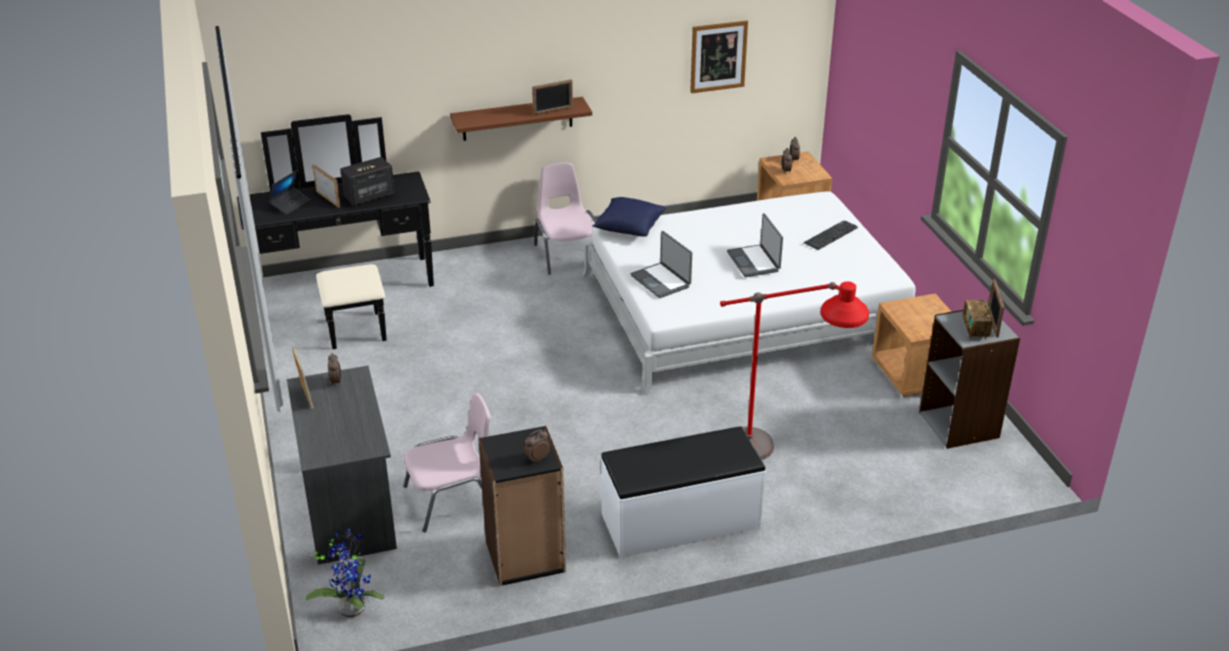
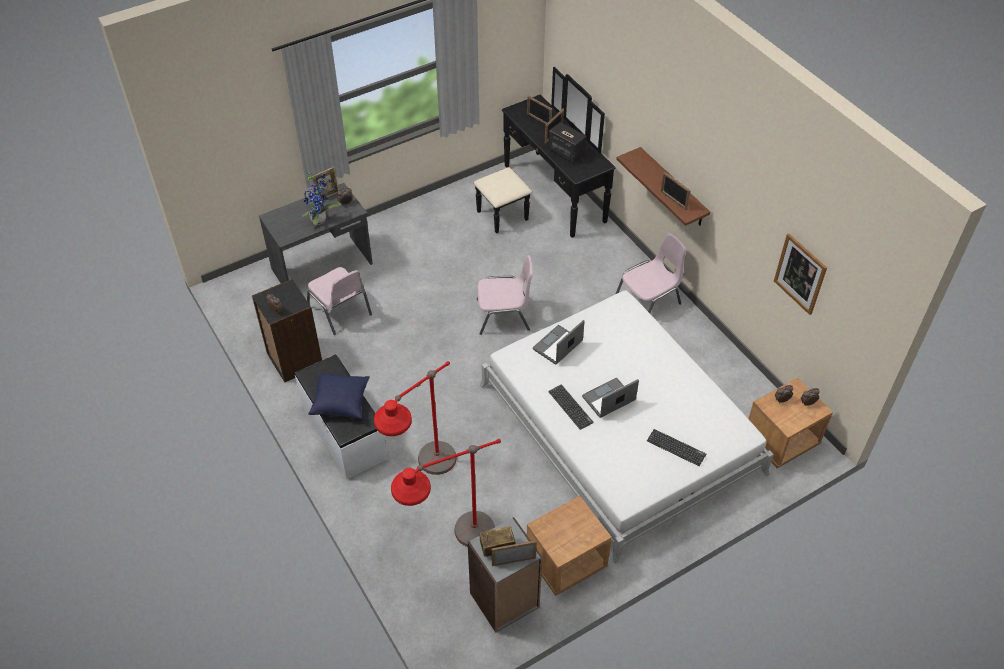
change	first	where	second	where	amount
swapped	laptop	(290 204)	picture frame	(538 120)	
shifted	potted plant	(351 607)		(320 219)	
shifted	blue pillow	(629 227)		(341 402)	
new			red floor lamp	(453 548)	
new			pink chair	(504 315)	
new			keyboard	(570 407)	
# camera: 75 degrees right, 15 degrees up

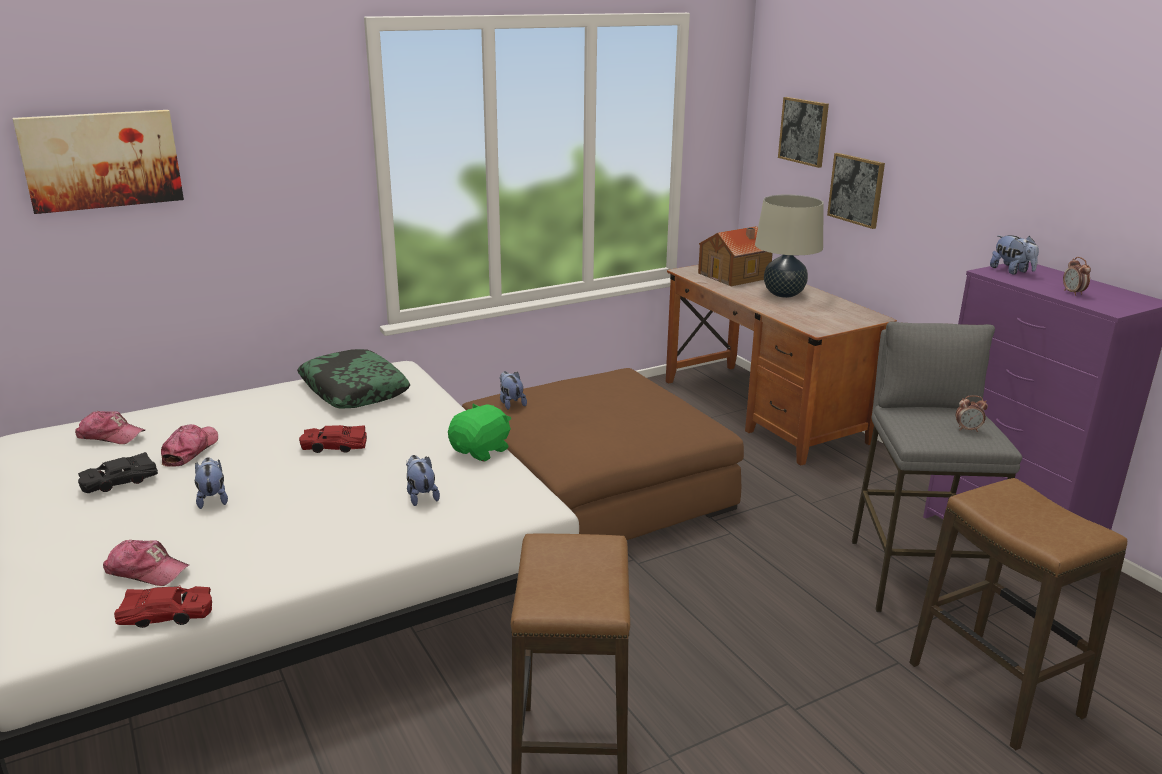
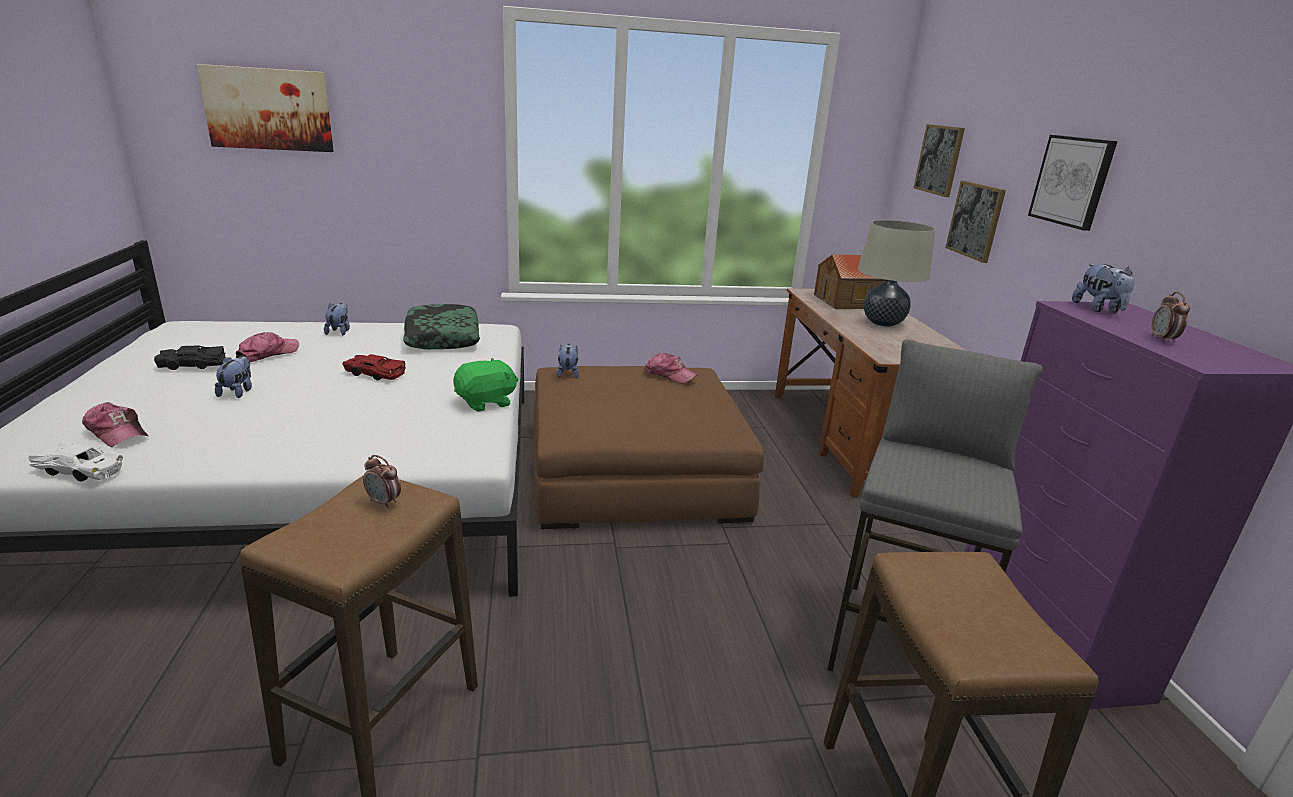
change	first	where	second	where	amount
shifted	cap	(110 436)		(669 375)	
repainted	red toy car	(166 615)	white toy car	(81 470)	
shifted	plush toy	(421 496)		(339 332)	
shifted	alarm clock	(968 429)		(384 502)	
new			picture	(1072 181)	
# camera: 20 degrees right, 0 degrees up

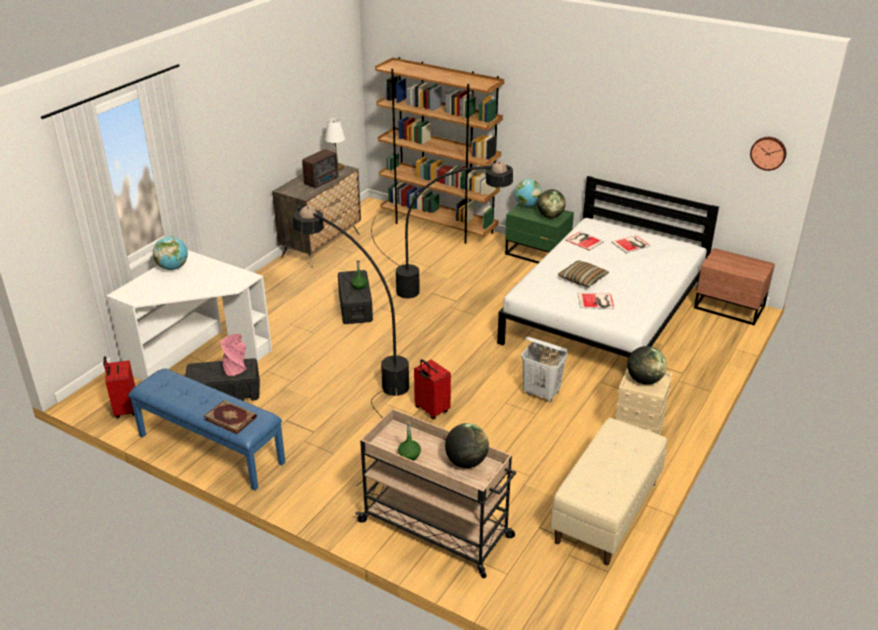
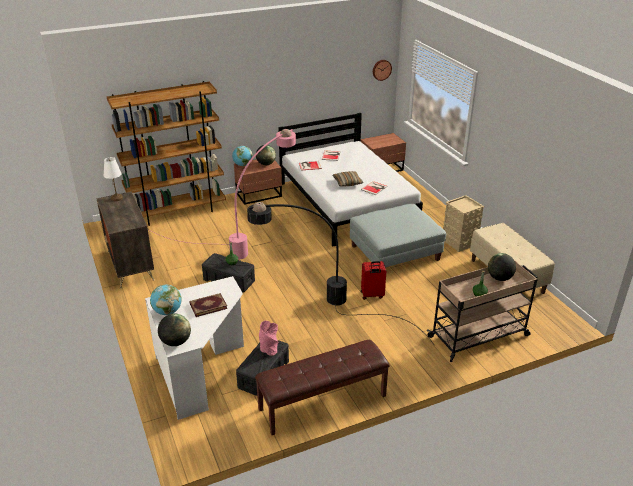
change	first	where	second	where	amount
gone	red suitcase	(125 410)			
repainted	blue bench	(210 449)	brown bench	(322 403)	
shifted	book	(231 418)		(208 305)	
gone	radio	(322 181)			
repainted	black floor lamp	(437 287)	pink floor lamp	(248 242)	
repainted	green nightstand	(537 254)	brown nightstand	(259 195)	
swapped	white laundry basket	(541 393)	grey ottoman	(395 253)	
shifted	globe	(644 380)		(176 342)	
# camera: 55 degrees left, 0 degrees up

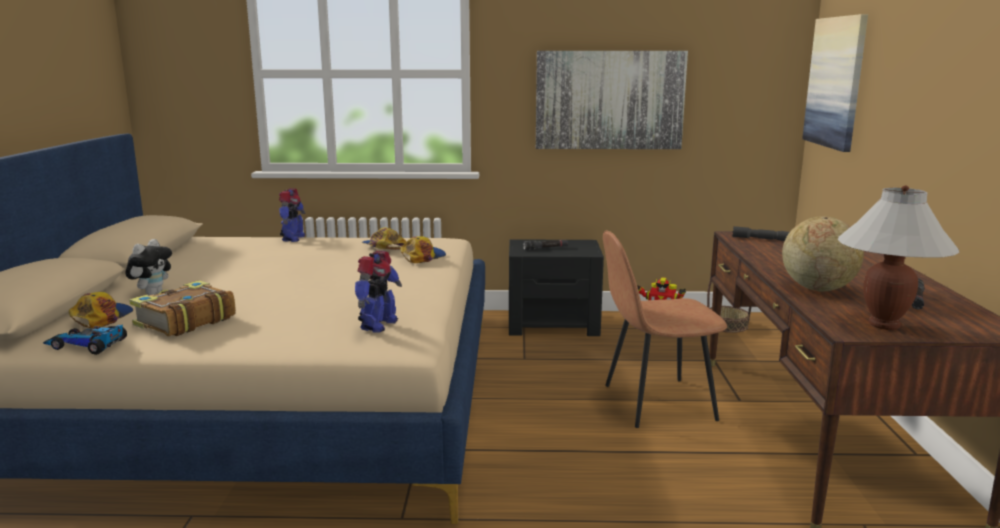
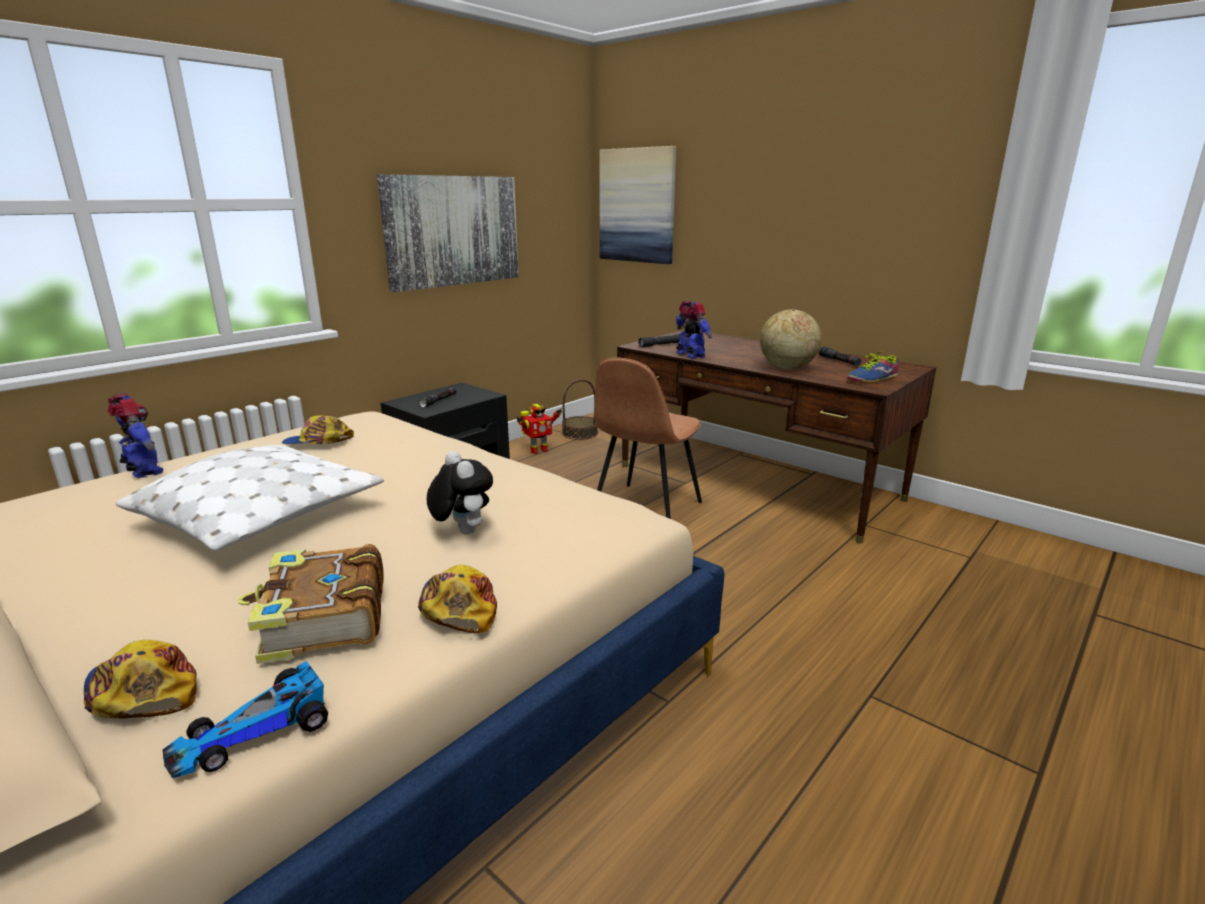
change	first	where	second	where	amount
shifted	plush toy	(153 293)		(462 531)	
shifted	toy robot	(378 325)		(690 355)	
shifted	cap	(422 257)		(459 606)	
swapped	white table lamp	(884 325)	shoe	(872 379)	
new			white pillow	(262 517)	
# camera: 50 degrees left, 5 degrees up

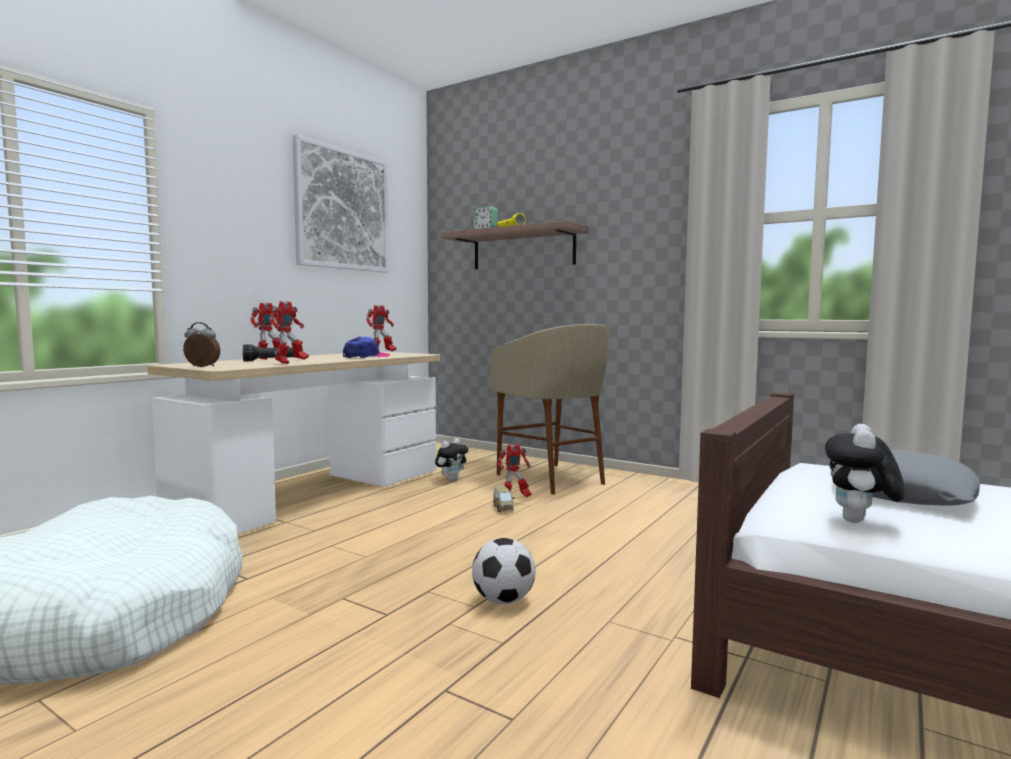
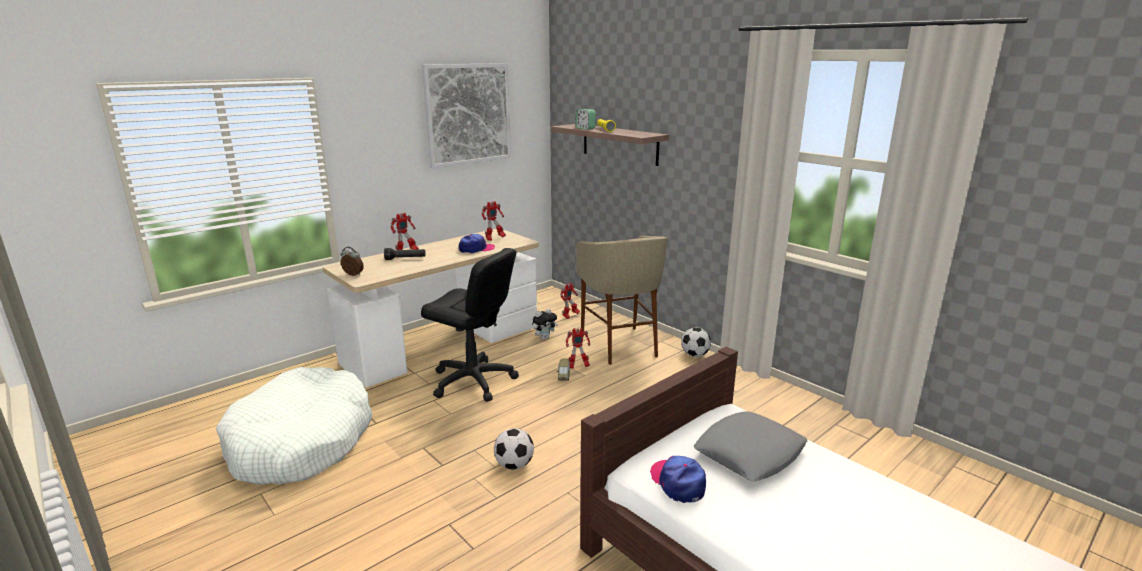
change	first	where	second	where	amount
shifted	toy robot	(289 363)		(570 316)	
swapped	plush toy	(859 522)	cap	(678 482)	
new			black office chair	(473 381)	
new			football	(694 355)	
# camera: 15 degrees right, 15 degrees up

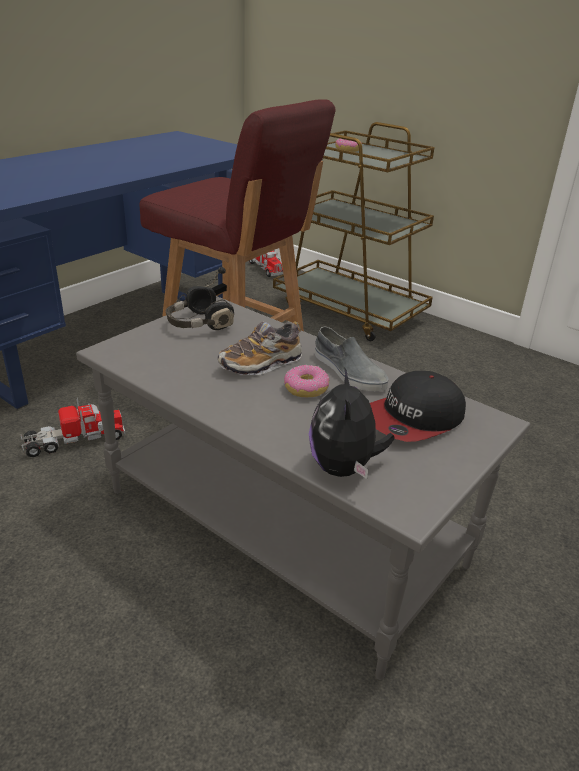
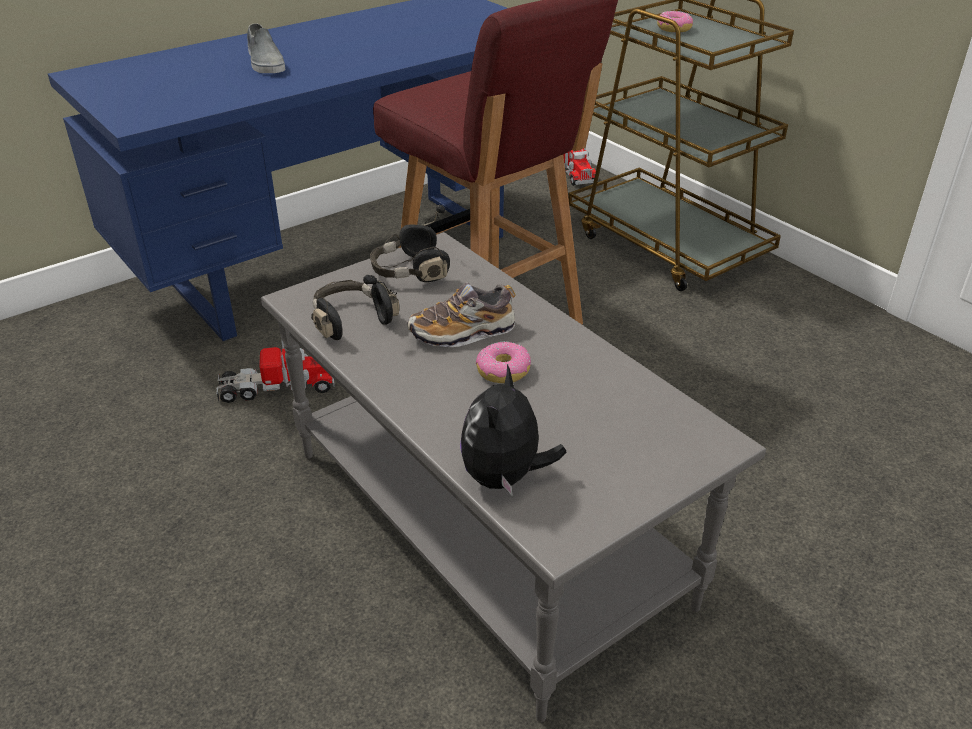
change	first	where	second	where	amount
shifted	grey shoe	(348 371)		(265 62)	
gone	cap	(412 419)			
new			black headphones	(351 320)	
# camera: 15 degrees right, 5 degrees up

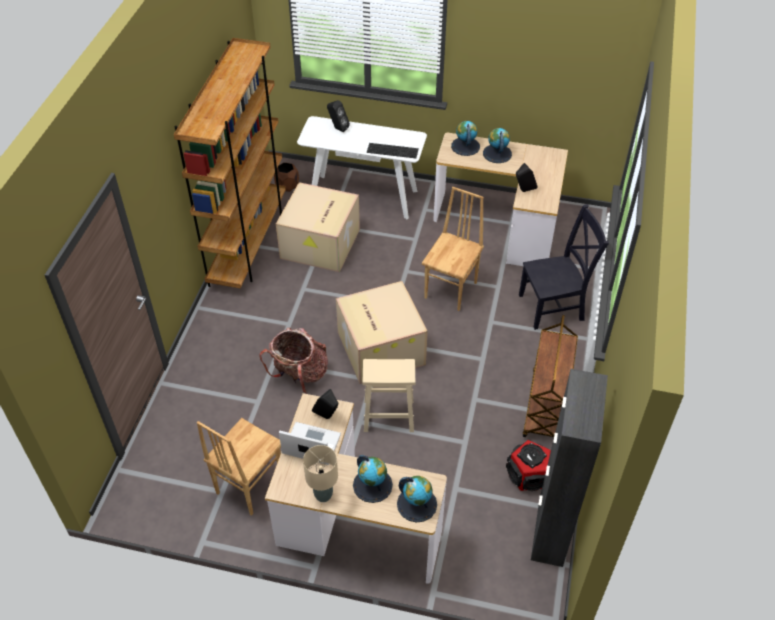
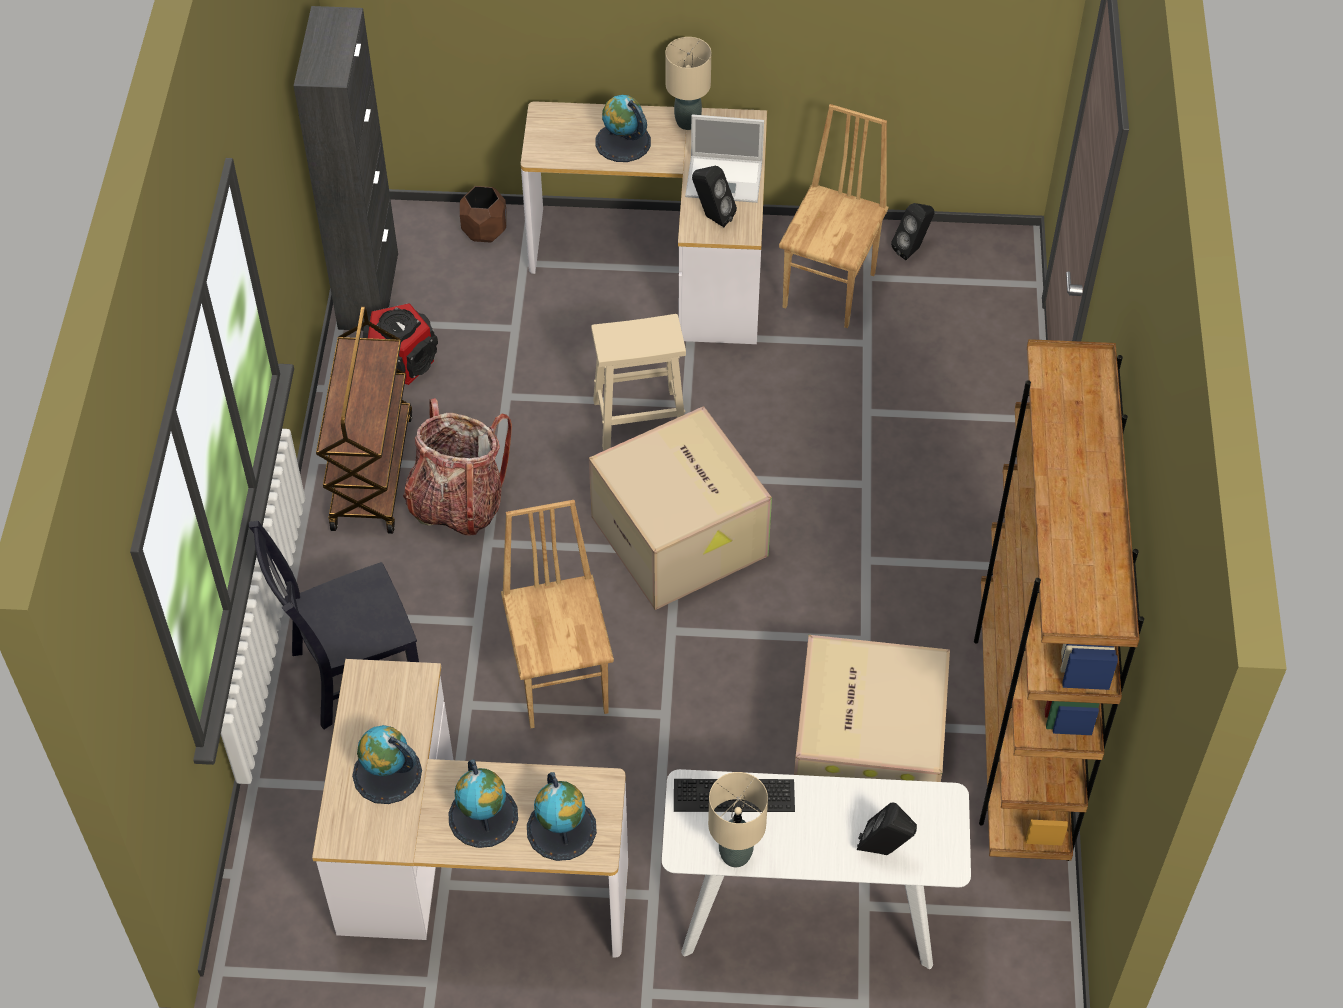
change	first	where	second	where	amount
shifted	backpack	(299 374)		(457 503)	
shifted	brown planter	(287 186)		(485 230)	
shifted	globe	(417 504)		(387 773)	
rotated	brown chair	(451 290)		(562 681)	150 degrees clockwise
shifted	black speaker	(523 191)		(912 249)	
new			beige table lamp	(735 854)	
# camera: 170 degrees right, 5 degrees up

